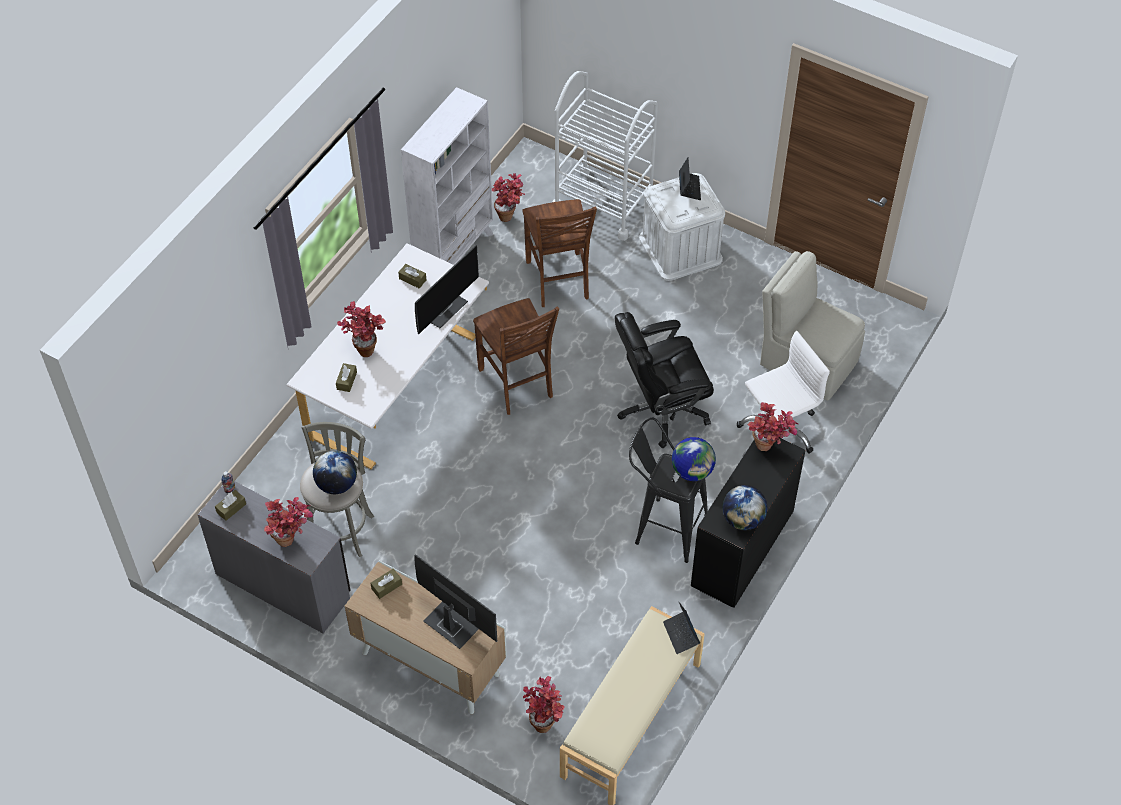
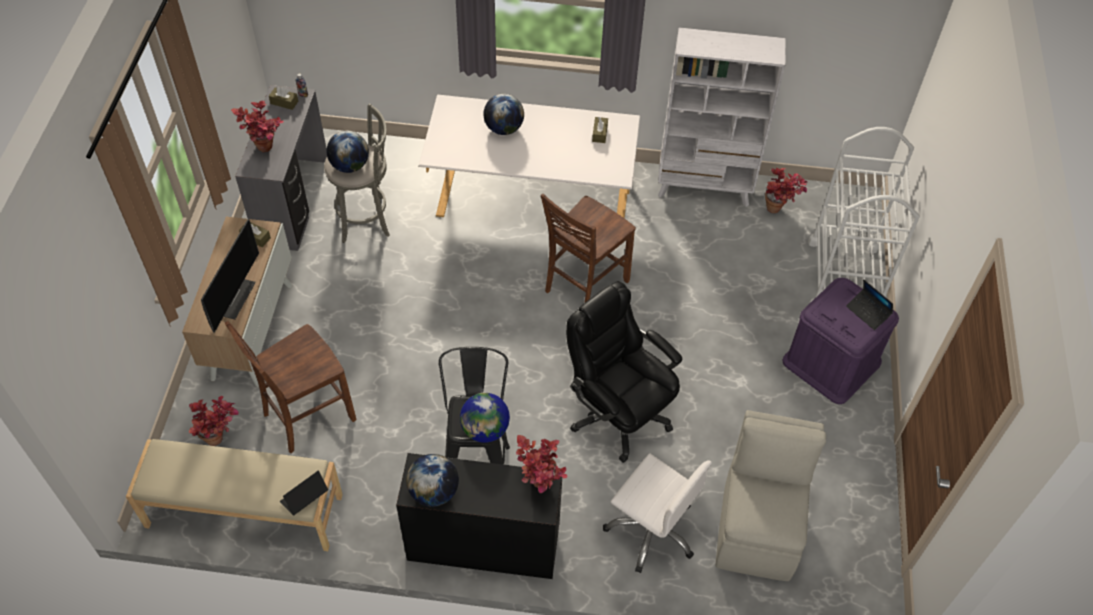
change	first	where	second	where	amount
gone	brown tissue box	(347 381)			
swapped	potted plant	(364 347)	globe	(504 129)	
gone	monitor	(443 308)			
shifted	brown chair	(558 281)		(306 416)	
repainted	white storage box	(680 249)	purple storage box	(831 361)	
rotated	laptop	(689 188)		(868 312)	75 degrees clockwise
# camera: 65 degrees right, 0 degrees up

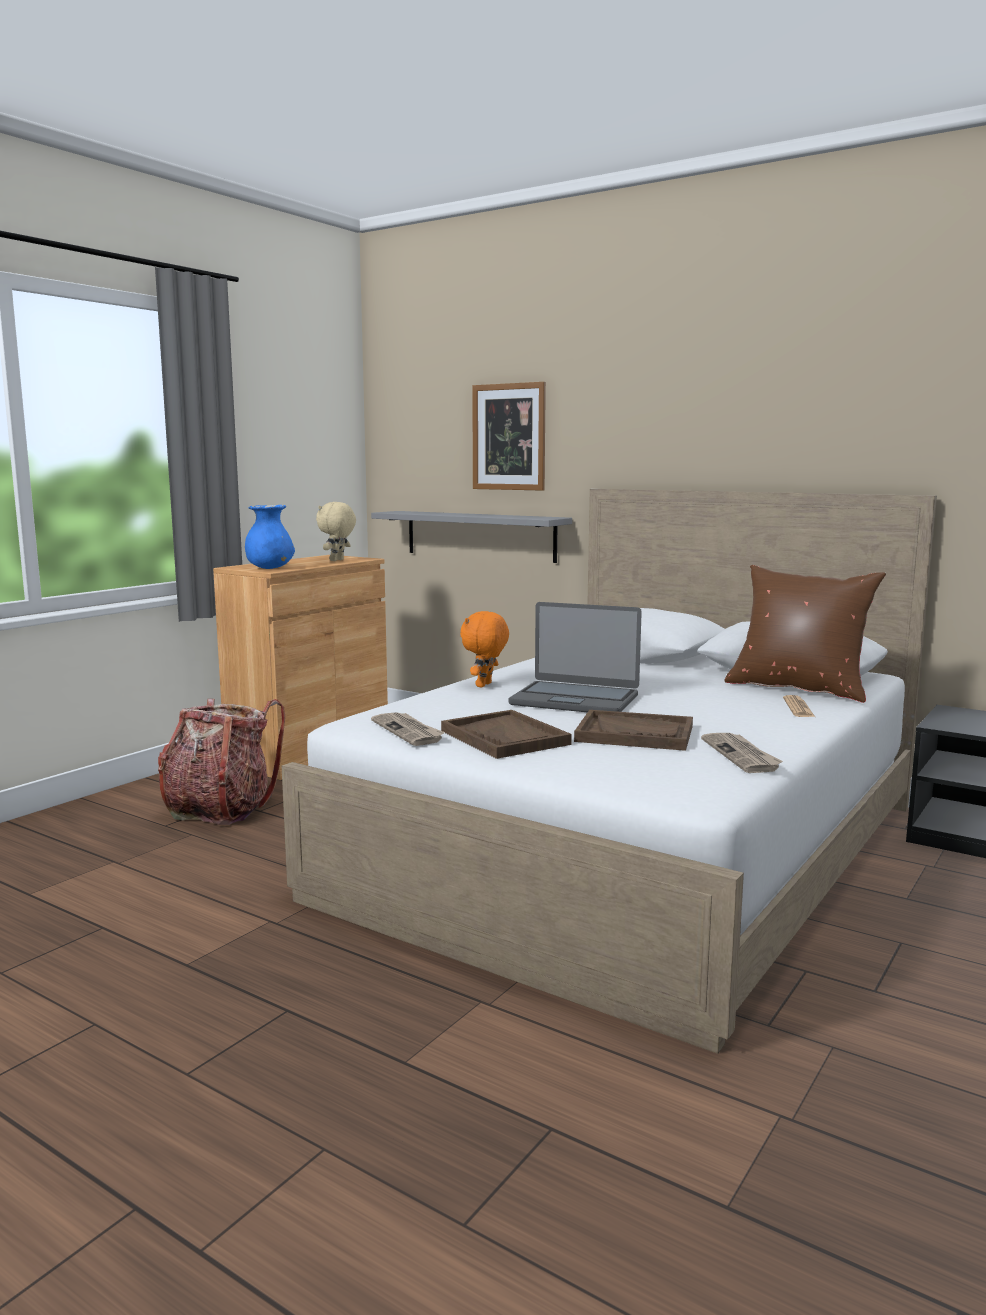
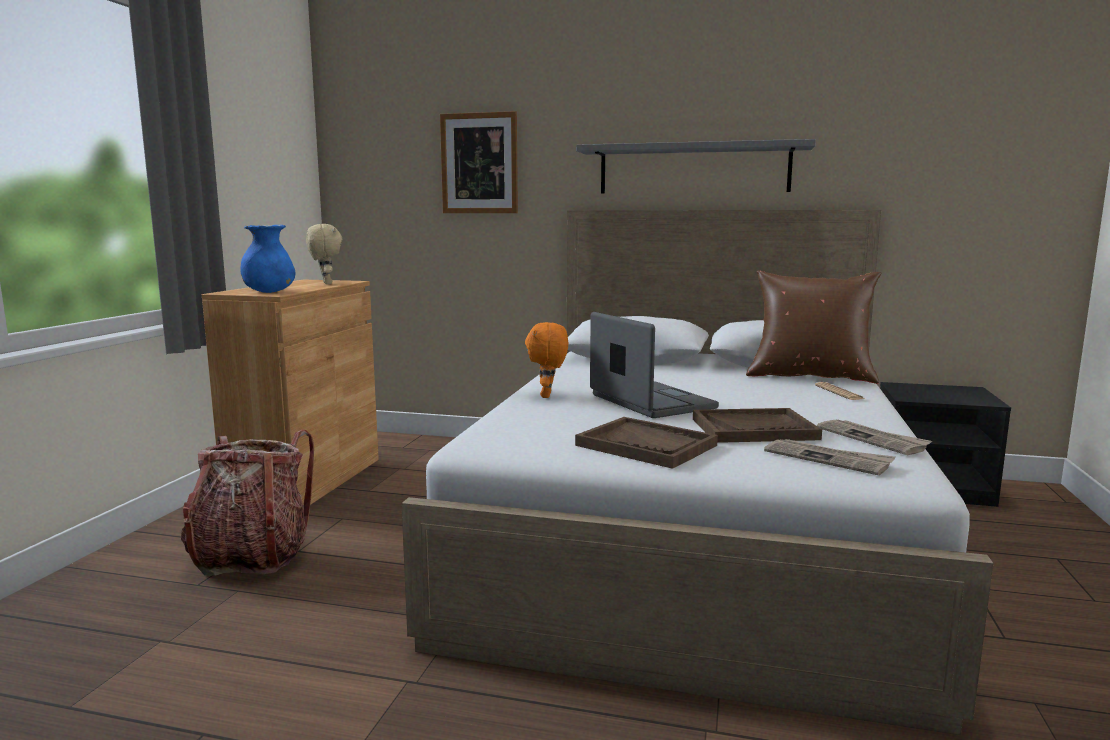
change	first	where	second	where	amount
rotated	beige plush toy	(337 560)		(326 283)	150 degrees clockwise
shifted	grey shelf	(479 535)		(693 169)	
shifted	newspaper	(408 731)		(828 459)	
rotated	laptop	(575 700)		(650 402)	120 degrees counterclockwise
# camera: 20 degrees left, 0 degrees up

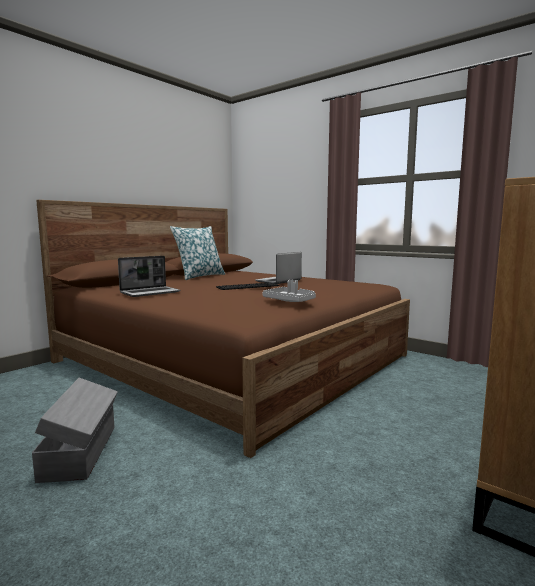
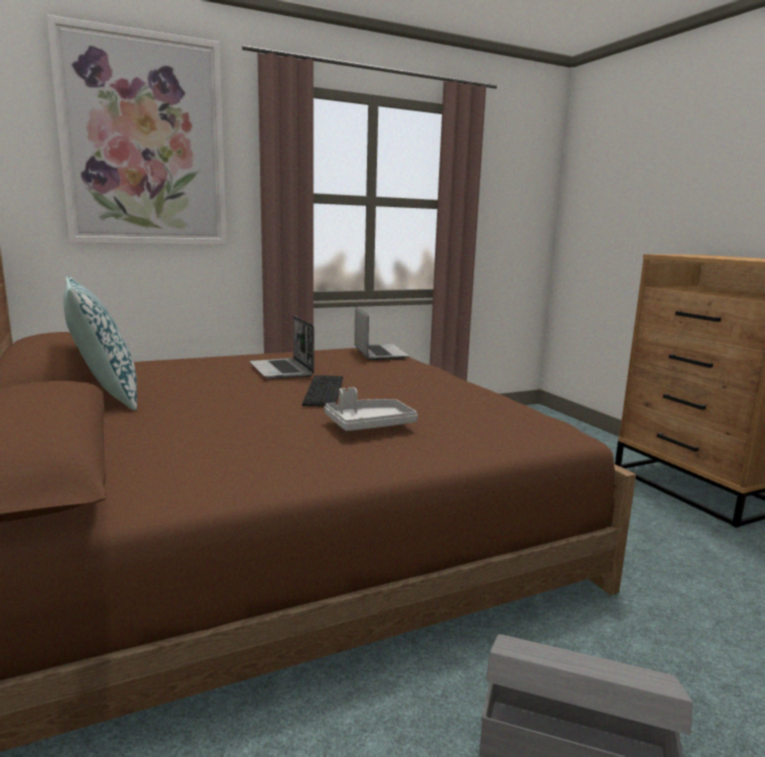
change	first	where	second	where	amount
shifted	laptop	(150 292)		(379 353)	
shifted	grey tray	(290 301)		(369 425)	
new			picture	(144 141)	
# camera: 65 degrees left, 5 degrees up

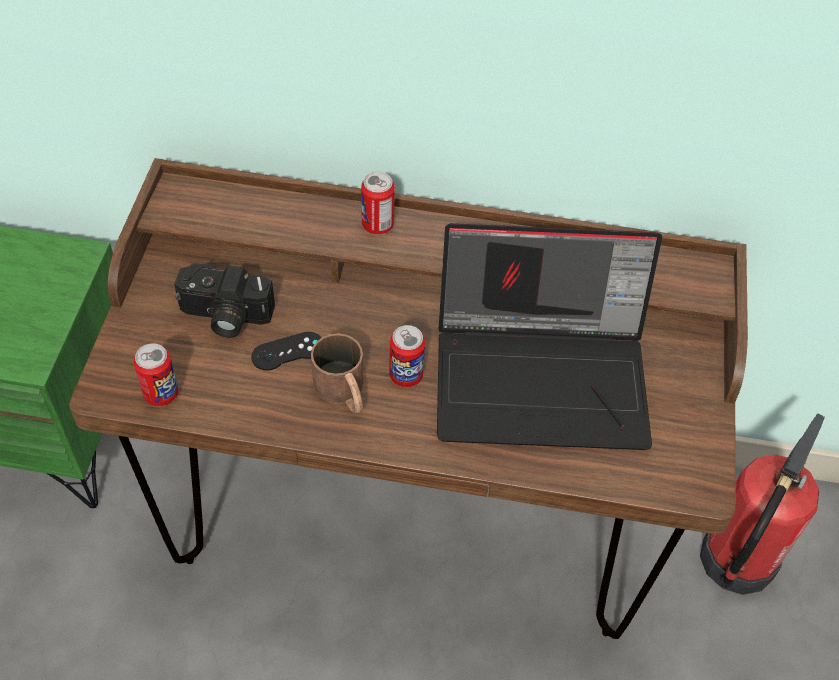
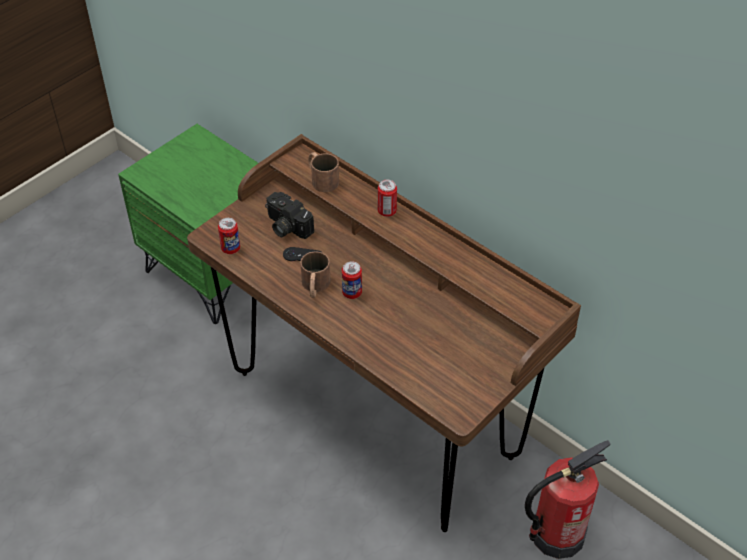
change	first	where	second	where	amount
gone	laptop	(543 376)			
new			brown mug	(321 178)	
# camera: 35 degrees right, 5 degrees down

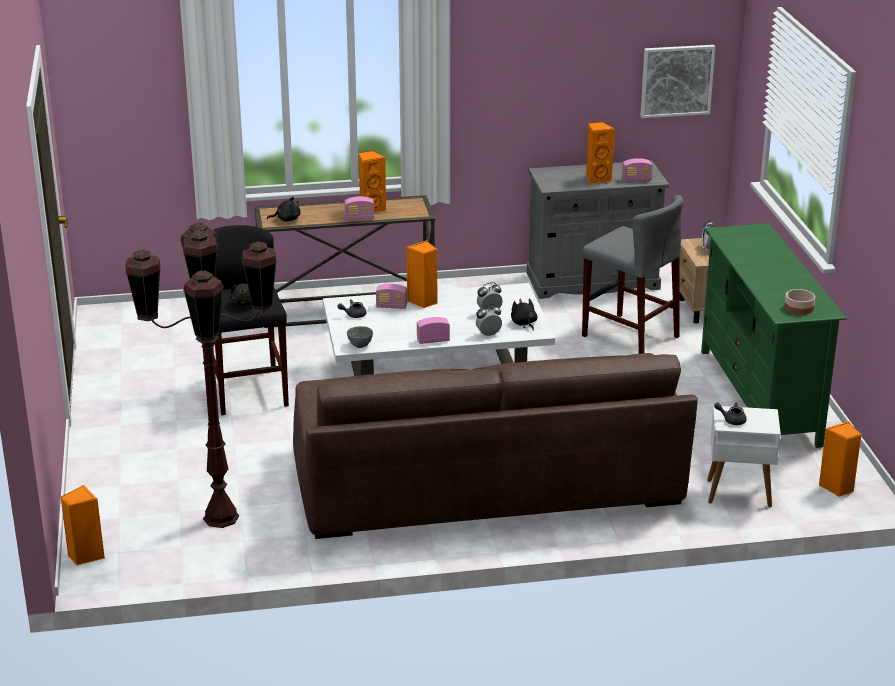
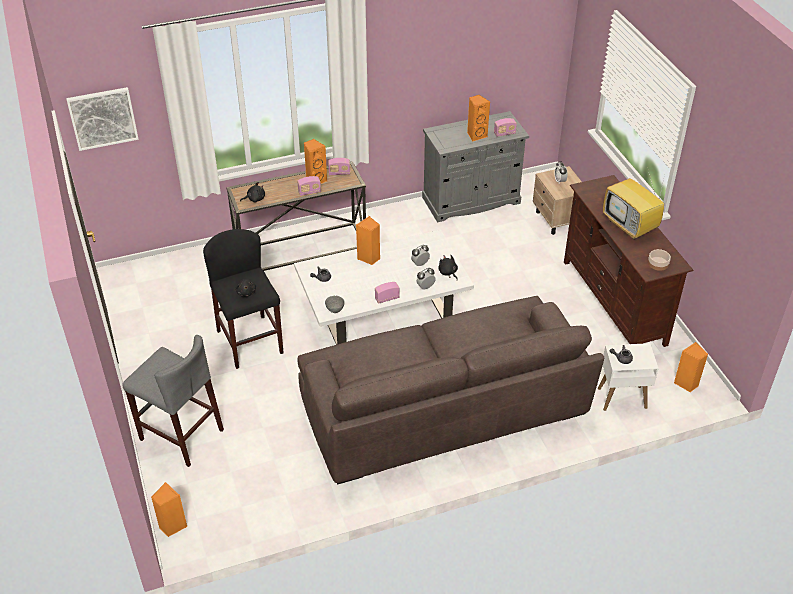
change	first	where	second	where	amount
gone	brown floor lamp	(220 518)			
shifted	radio	(391 306)		(339 173)	
shifted	grey stool	(630 336)		(181 434)	
shifted	picture	(676 80)		(103 118)	
repainted	green tv stand	(760 397)	brown tv stand	(614 302)	
new			television	(631 226)	
# camera: 10 degrees left, 15 degrees up

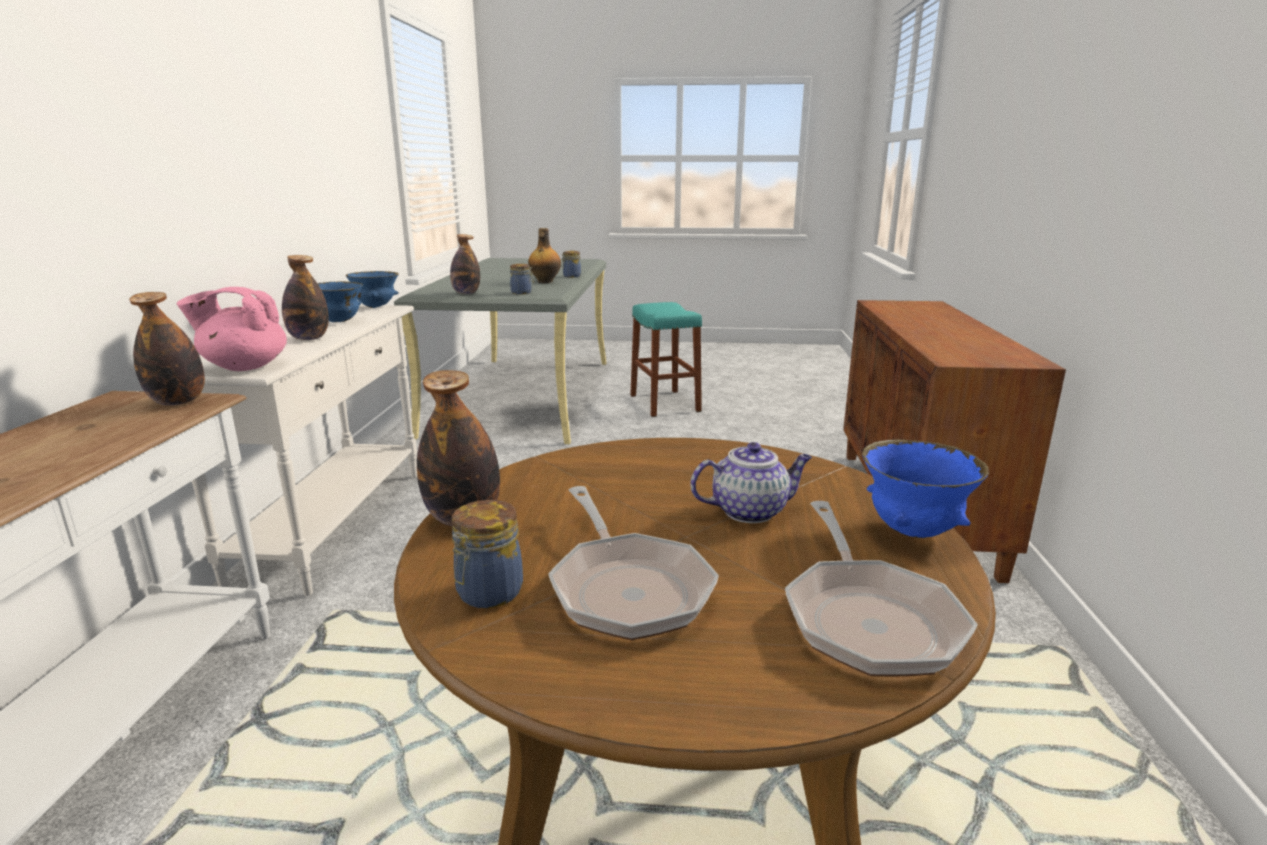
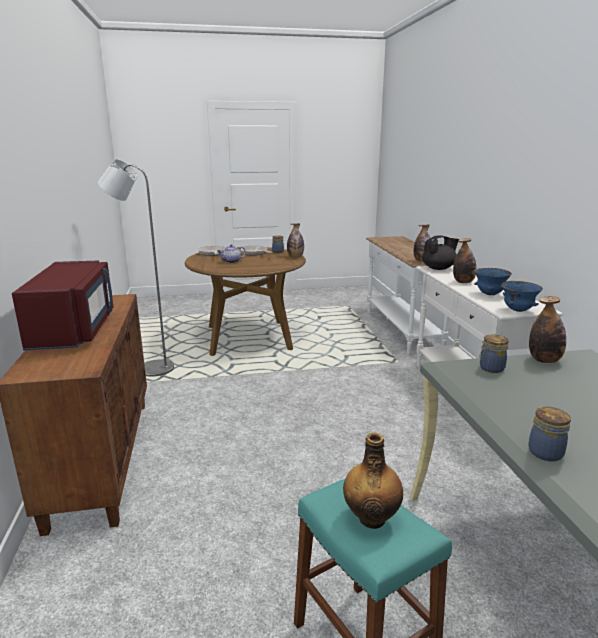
change	first	where	second	where	amount
repainted	pink teapot	(244 367)	black teapot	(439 268)	
shifted	bottle	(545 282)		(371 517)	
gone	blue bowl	(913 531)			
new			red microwave	(75 330)	
new			grey floor lamp	(149 369)	
# camera: 165 degrees right, 0 degrees up

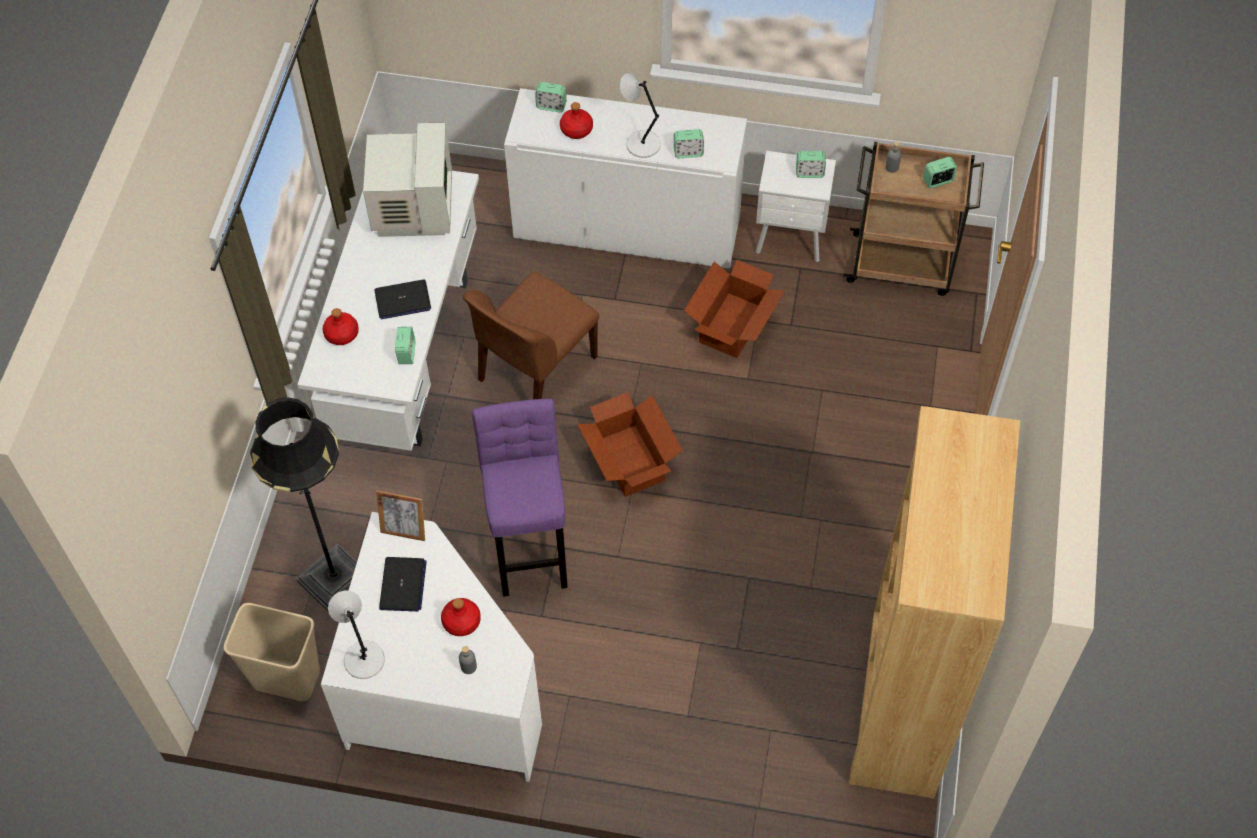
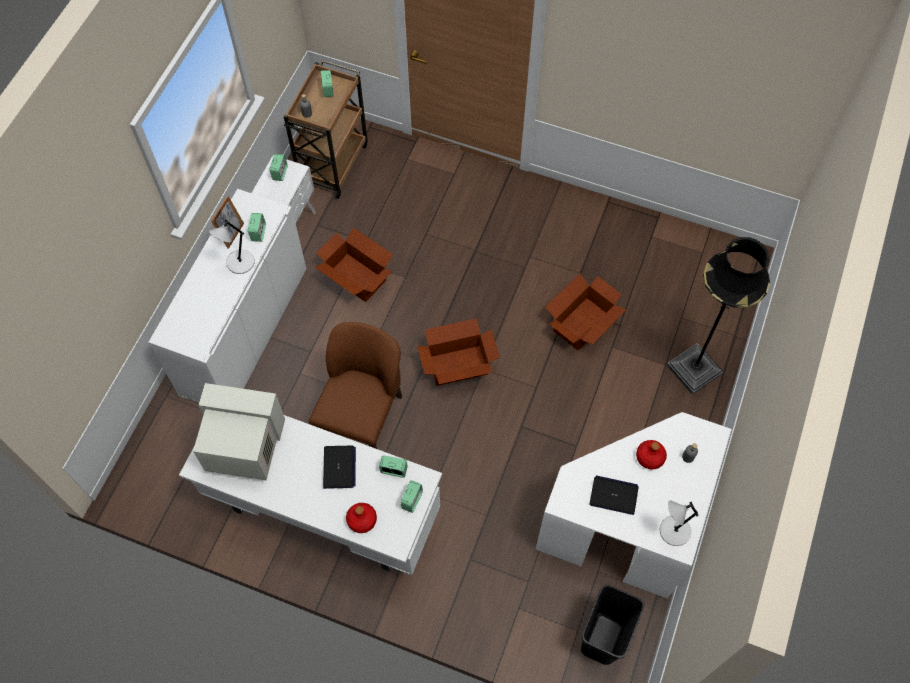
change	first	where	second	where	amount
repainted	beige trash can	(286 679)	black trash can	(603 638)	
shifted	black floor lamp	(335 581)		(694 370)	
shifted	picture frame	(404 531)		(232 234)	
rotated	brown chair	(535 370)		(362 418)	120 degrees counterclockwise
gone	purple stool	(530 546)			
shifted	alarm clock	(551 106)		(412 500)	
gone	red bottle	(577 129)			
gone	brown bookcase	(900 704)			
new			cardboard box	(583 324)	
# camera: 80 degrees left, 5 degrees up

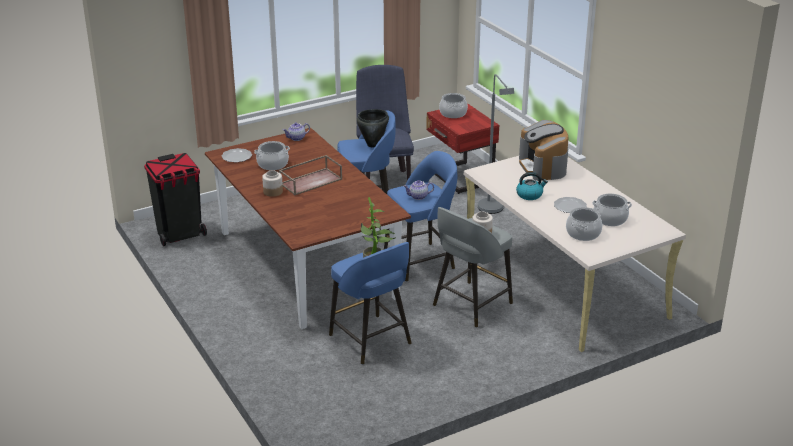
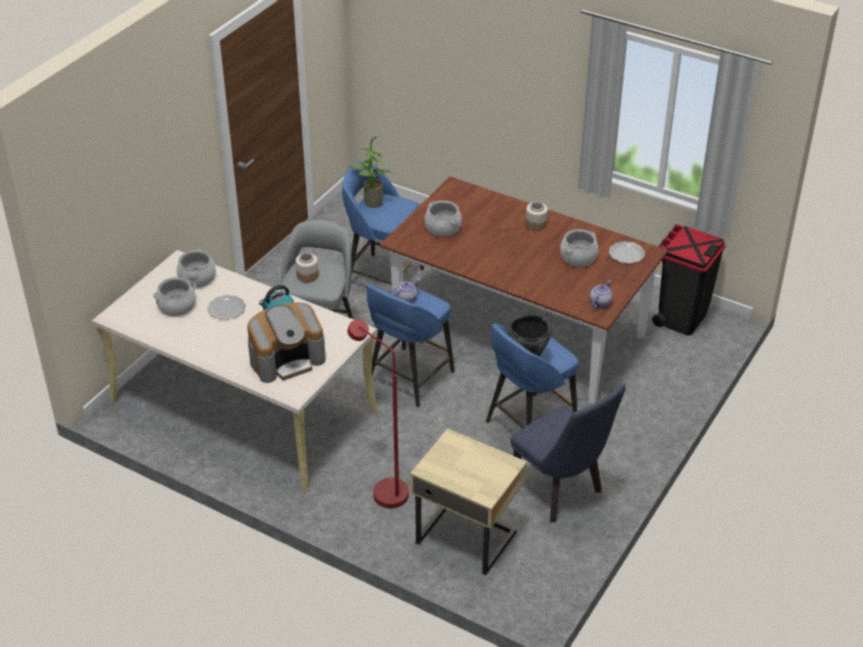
change	first	where	second	where	amount
gone	brown tray	(311 181)			
repainted	red nightstand	(460 179)	beige nightstand	(467 536)	
shifted	cooking pot	(453 113)		(443 227)	
repainted	grey floor lamp	(492 211)	red floor lamp	(383 489)	
rotated	coffee machine	(543 167)		(287 359)	105 degrees clockwise
# camera: 150 degrees right, 10 degrees up

